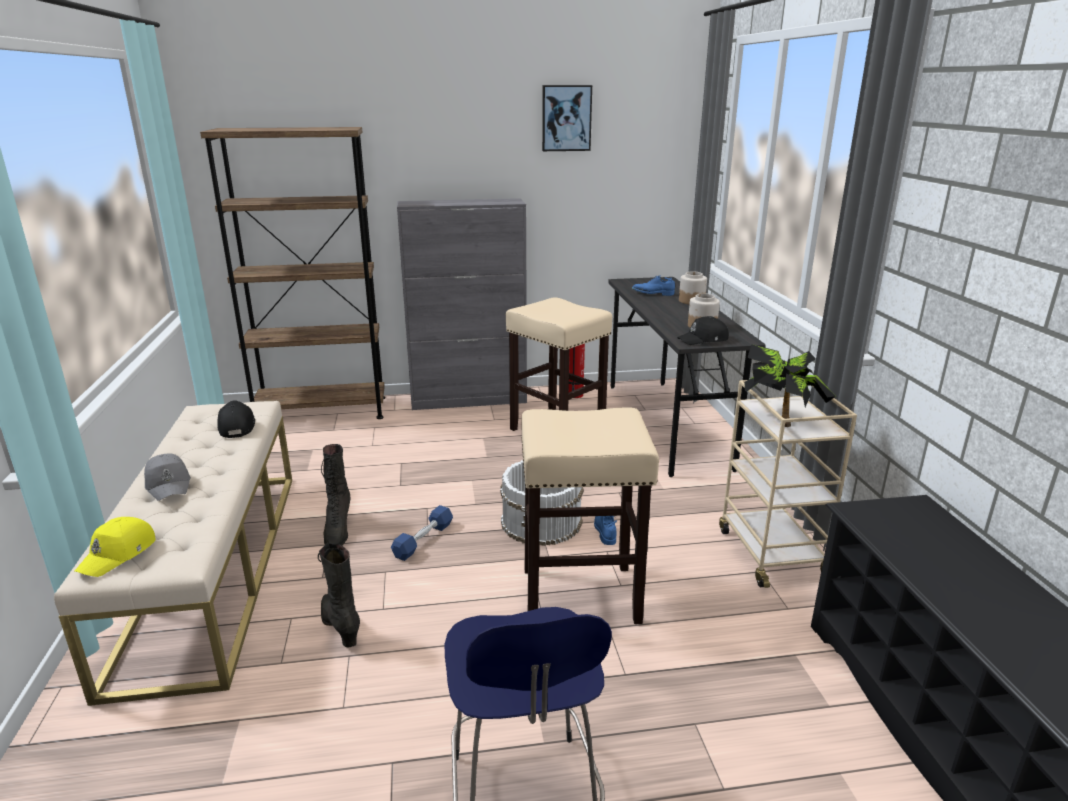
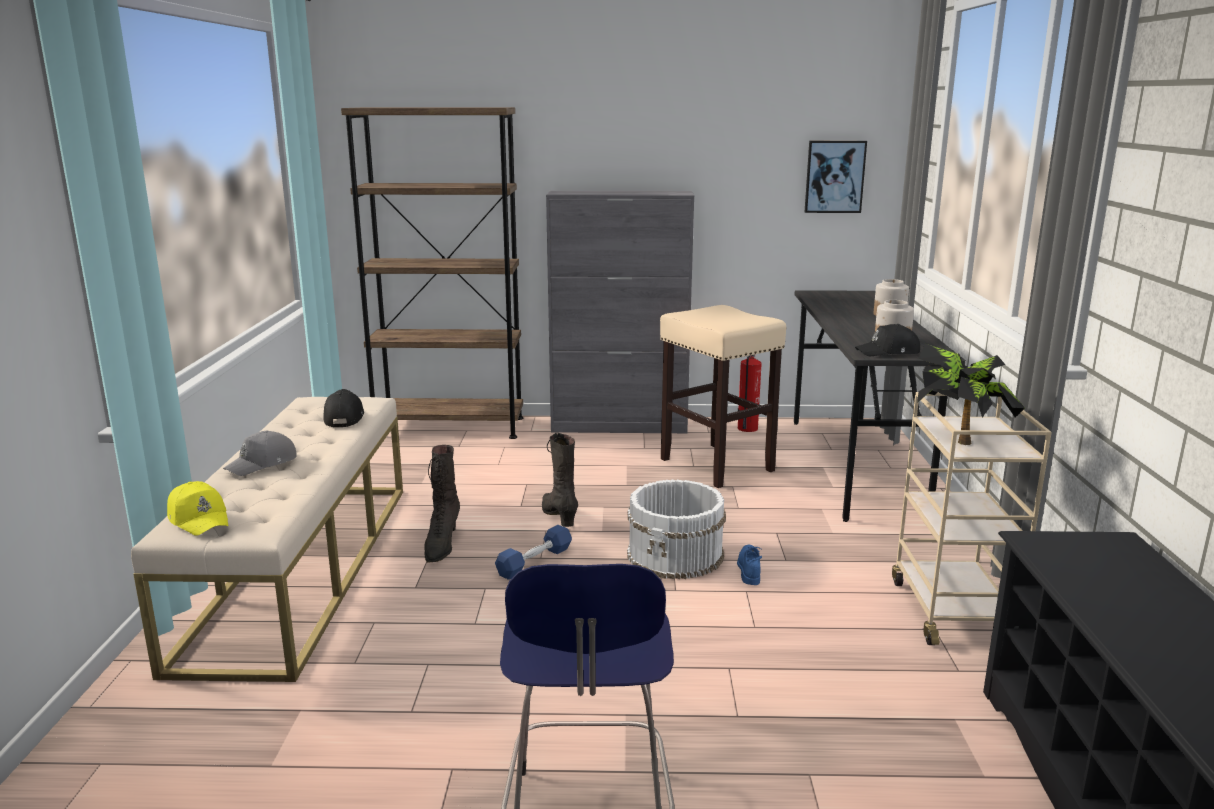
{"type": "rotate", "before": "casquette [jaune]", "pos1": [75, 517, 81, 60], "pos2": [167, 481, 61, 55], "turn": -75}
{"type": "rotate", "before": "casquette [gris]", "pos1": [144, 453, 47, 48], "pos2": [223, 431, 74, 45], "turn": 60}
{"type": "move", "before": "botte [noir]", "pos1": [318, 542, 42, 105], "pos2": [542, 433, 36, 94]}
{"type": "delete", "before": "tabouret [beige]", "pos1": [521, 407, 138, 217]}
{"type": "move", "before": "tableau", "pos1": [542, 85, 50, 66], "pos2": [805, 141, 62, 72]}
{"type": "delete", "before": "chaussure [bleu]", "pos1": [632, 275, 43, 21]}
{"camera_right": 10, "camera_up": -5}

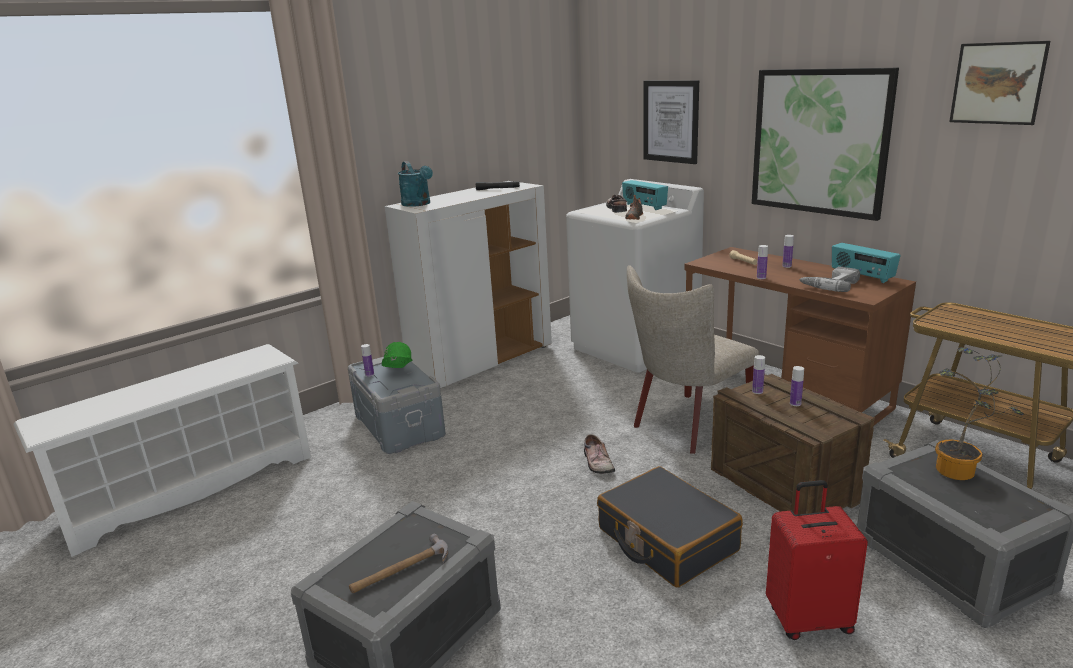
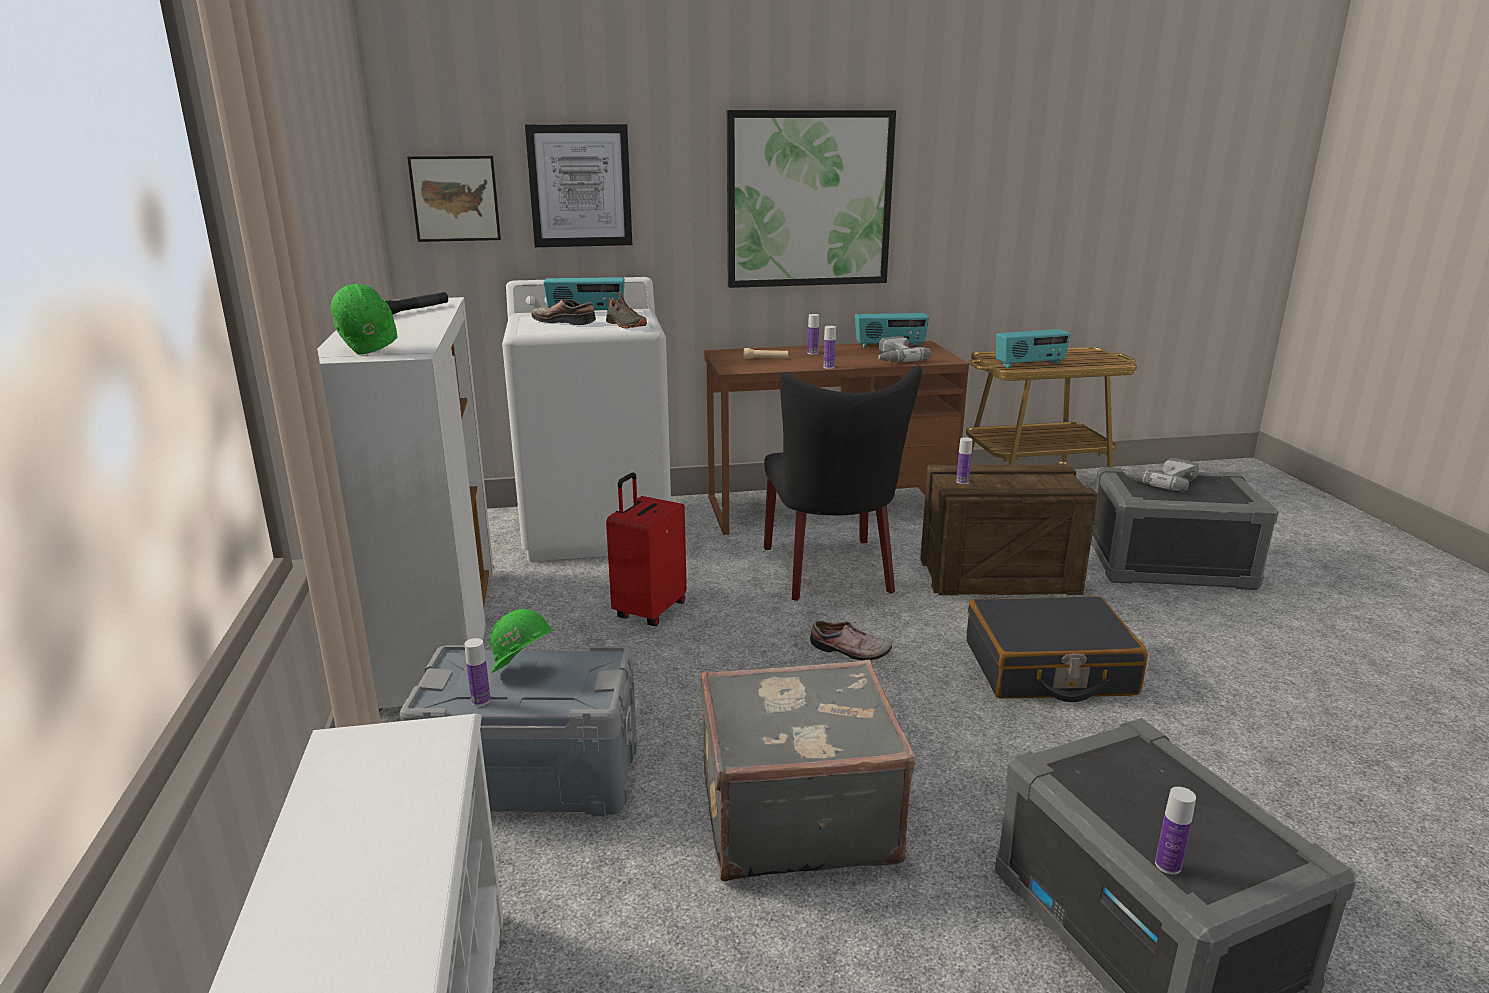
{"type": "delete", "before": "marteau", "pos1": [349, 534, 99, 59]}
{"type": "replace", "before": "arrosoir [turquoise]", "after": "casque de chantier [vert]", "pos1": [398, 161, 35, 46], "pos2": [331, 284, 66, 71]}
{"type": "recolor", "before": "chaise [beige]", "after": "chaise [noir]", "pos1": [627, 265, 132, 189], "pos2": [764, 366, 158, 235]}
{"type": "move", "before": "valise [rouge]", "pos1": [766, 480, 102, 160], "pos2": [606, 473, 81, 153]}
{"type": "move", "before": "bouteille", "pos1": [790, 366, 14, 40], "pos2": [1155, 787, 41, 87]}
{"type": "replace", "before": "plante en pot", "after": "perceuse", "pos1": [935, 347, 89, 133], "pos2": [1124, 458, 75, 33]}
{"type": "move", "before": "tableau", "pos1": [949, 41, 101, 84], "pos2": [407, 156, 94, 86]}
{"type": "insert", "after": "valise [gris]", "pos2": [700, 660, 216, 221]}
{"type": "insert", "after": "radio", "pos2": [996, 329, 75, 39]}
{"camera_right": -60, "camera_up": 0}

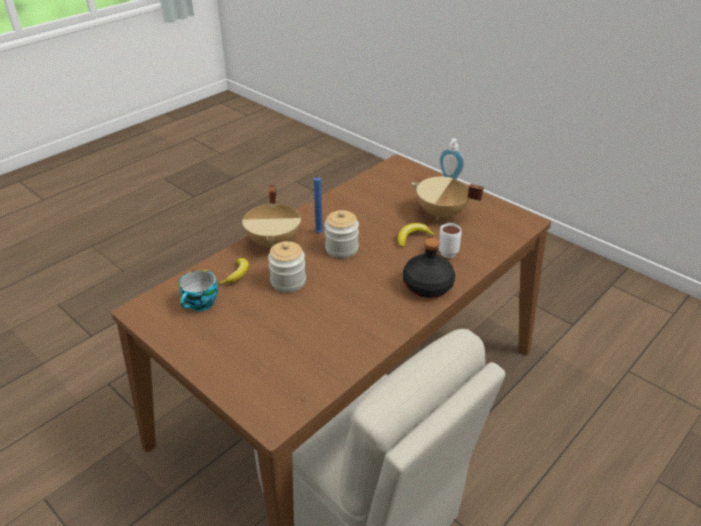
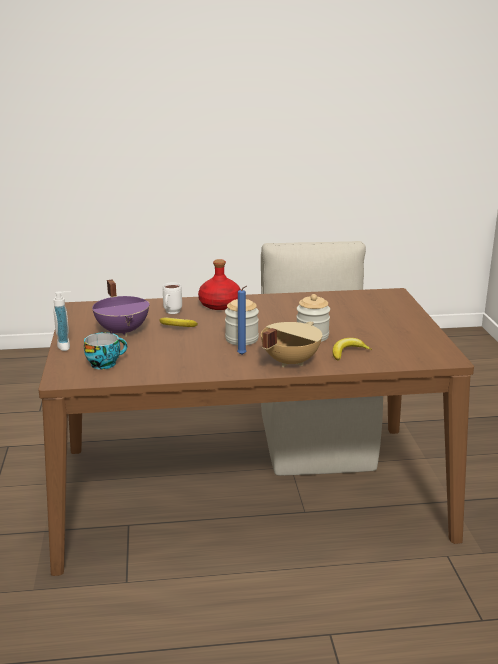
{"type": "move", "before": "tasse", "pos1": [179, 270, 39, 41], "pos2": [84, 332, 43, 38]}
{"type": "recolor", "before": "bouteille [noir]", "after": "bouteille [rouge]", "pos1": [403, 238, 52, 60], "pos2": [198, 259, 43, 51]}
{"type": "recolor", "before": "marmite [beige]", "after": "marmite [violet]", "pos1": [411, 177, 73, 43], "pos2": [92, 280, 58, 57]}
{"camera_right": -140, "camera_up": -15}

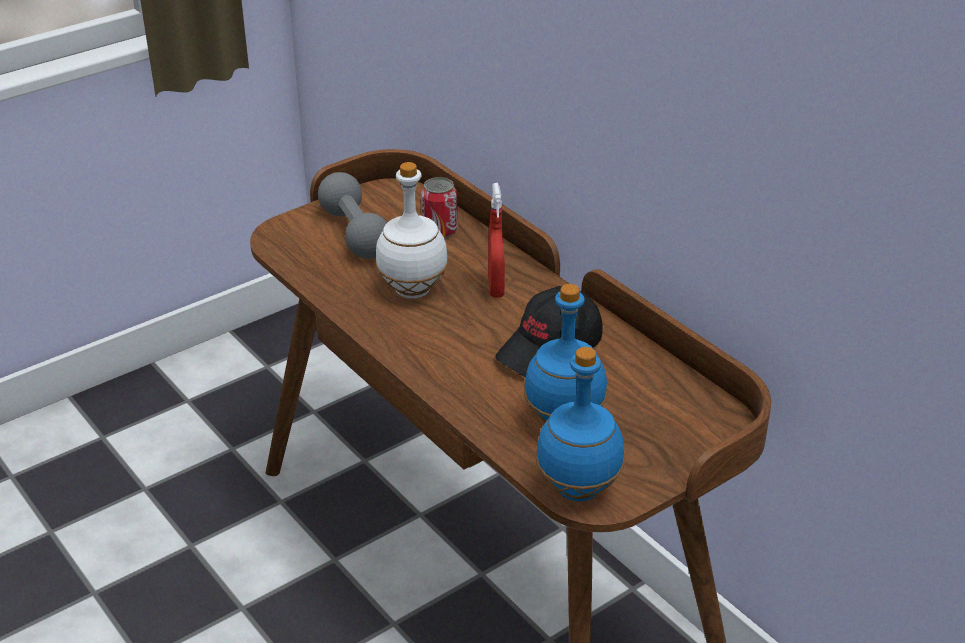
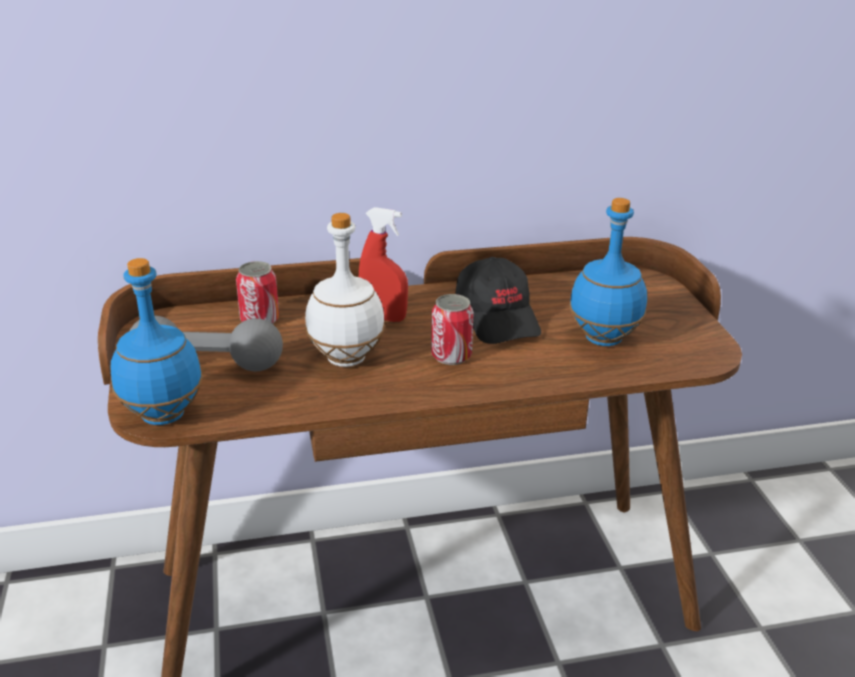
{"type": "move", "before": "bouteille [bleu]", "pos1": [536, 347, 88, 155], "pos2": [110, 258, 93, 167]}
{"type": "insert", "after": "boîte métallique", "pos2": [431, 294, 43, 71]}
{"camera_right": -65, "camera_up": -5}

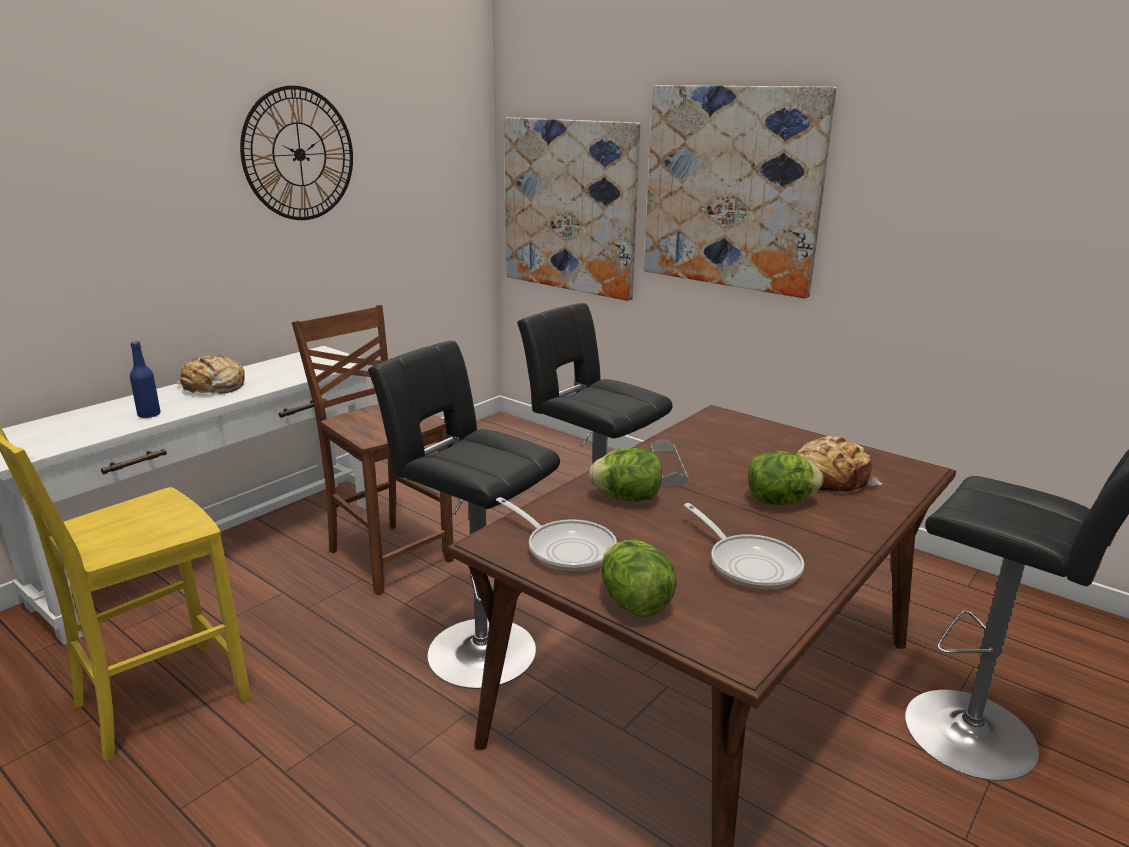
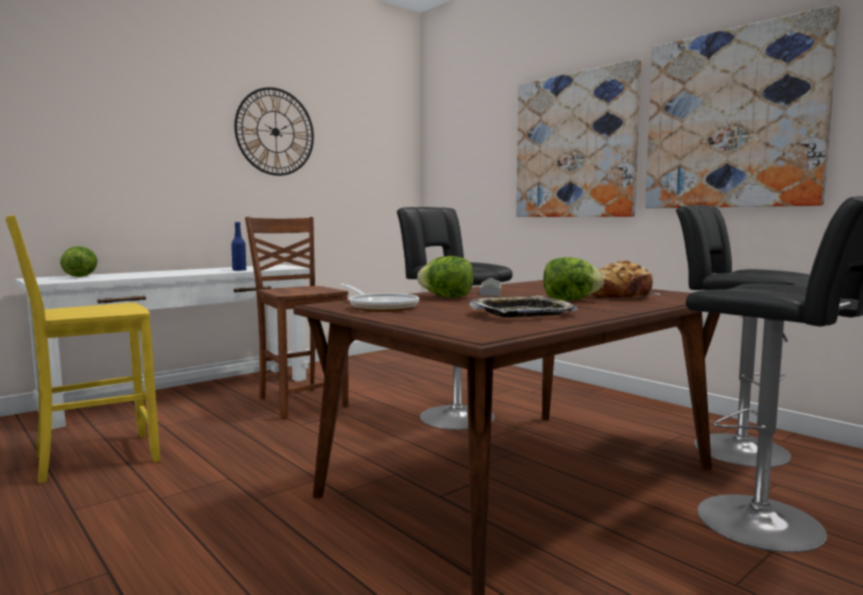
{"type": "move", "before": "bouteille [bleu]", "pos1": [130, 341, 31, 78], "pos2": [231, 222, 15, 49]}
{"type": "delete", "before": "pain", "pos1": [177, 354, 68, 40]}
{"type": "move", "before": "tabouret [noir]", "pos1": [368, 341, 192, 348], "pos2": [676, 205, 134, 262]}
{"type": "move", "before": "tableau", "pos1": [504, 117, 136, 184], "pos2": [645, 4, 195, 204]}
{"type": "move", "before": "laitue", "pos1": [601, 540, 76, 77], "pos2": [60, 246, 37, 31]}
{"type": "replace", "before": "poêle", "after": "plateau", "pos1": [684, 503, 120, 86], "pos2": [469, 296, 109, 22]}
{"camera_right": 10, "camera_up": -15}

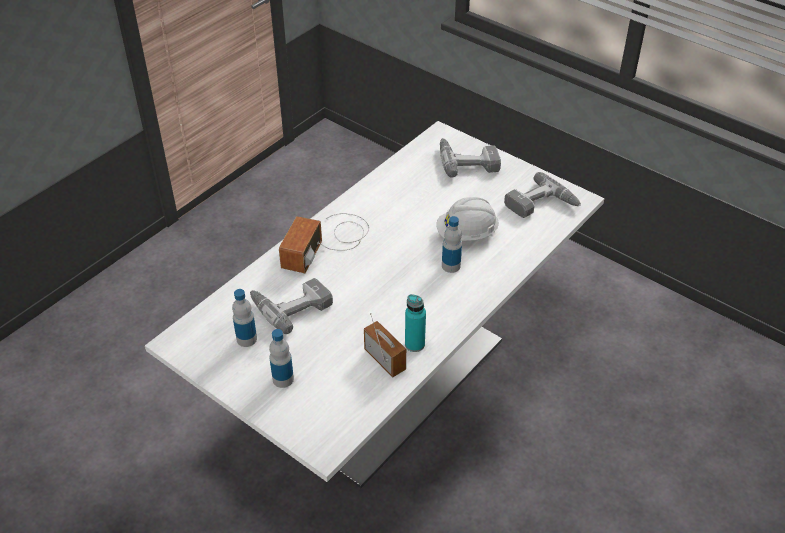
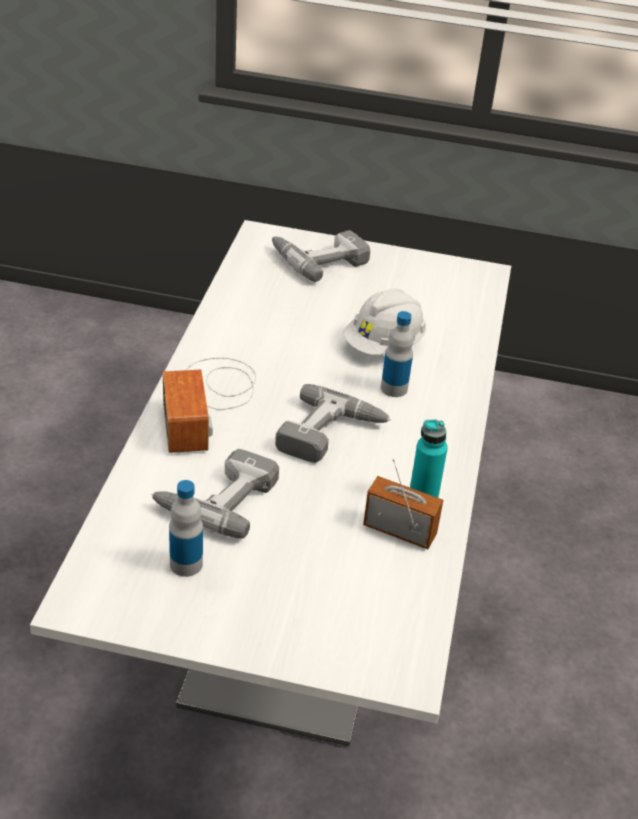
{"type": "delete", "before": "bouteille", "pos1": [269, 329, 25, 59]}
{"type": "move", "before": "perceuse", "pos1": [504, 172, 77, 46], "pos2": [275, 384, 116, 79]}
{"camera_right": -30, "camera_up": -5}

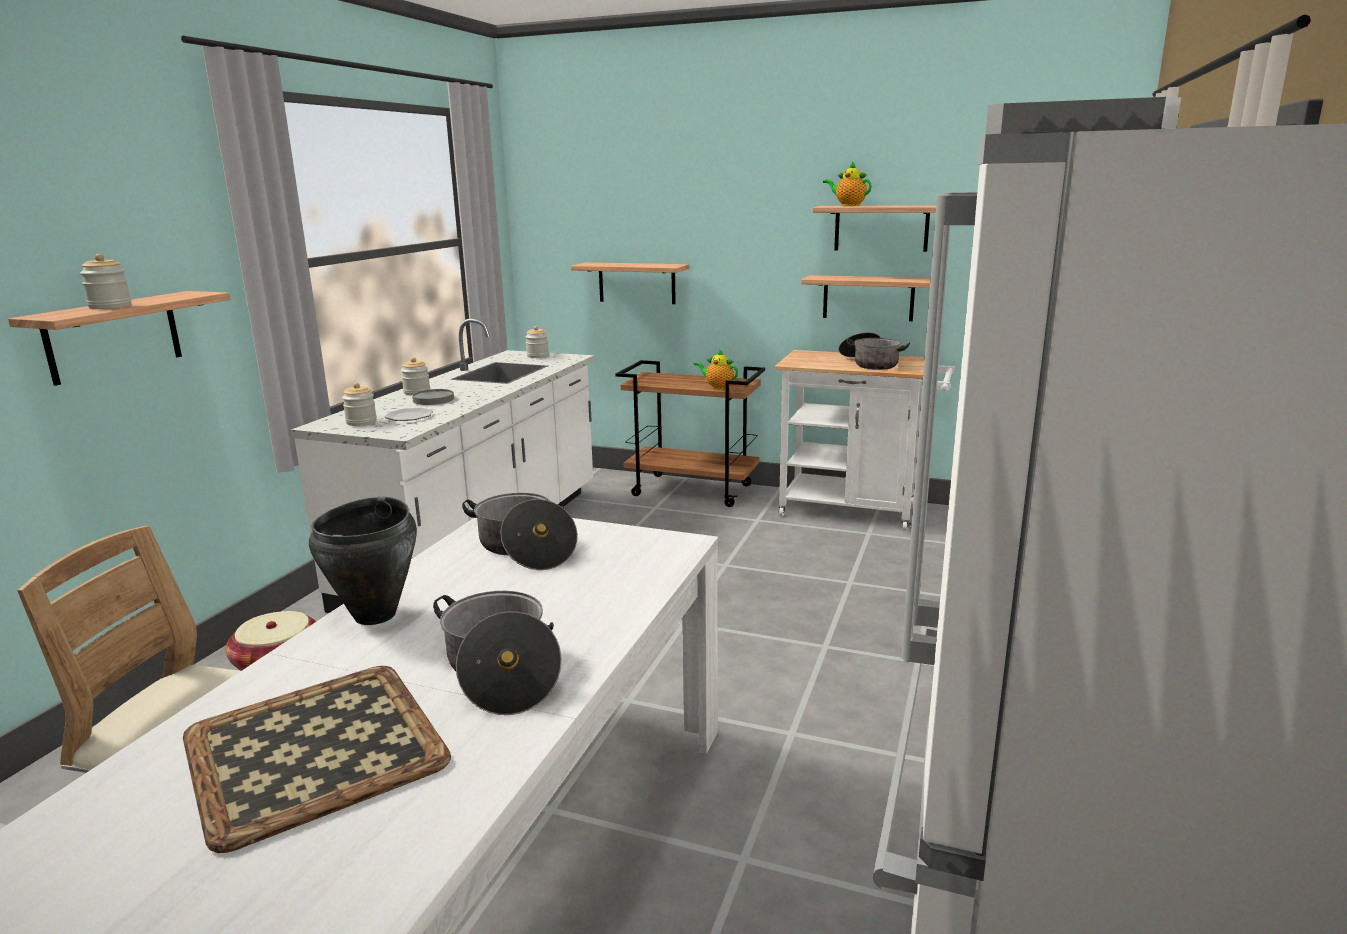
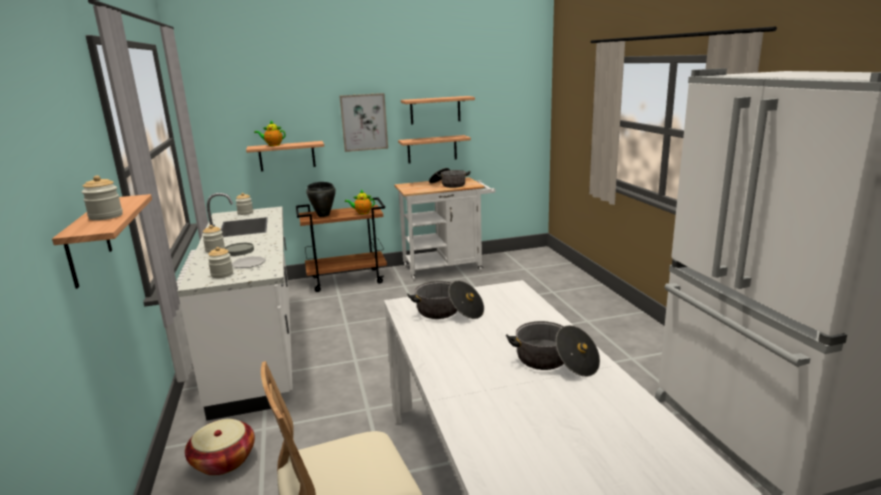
{"type": "delete", "before": "plateau", "pos1": [183, 666, 268, 187]}
{"type": "move", "before": "marmite [noir]", "pos1": [309, 497, 108, 128], "pos2": [306, 182, 30, 35]}
{"type": "move", "before": "théière", "pos1": [823, 162, 49, 44], "pos2": [254, 121, 32, 25]}
{"type": "insert", "after": "tableau", "pos2": [339, 93, 49, 59]}
{"camera_right": -35, "camera_up": 0}

